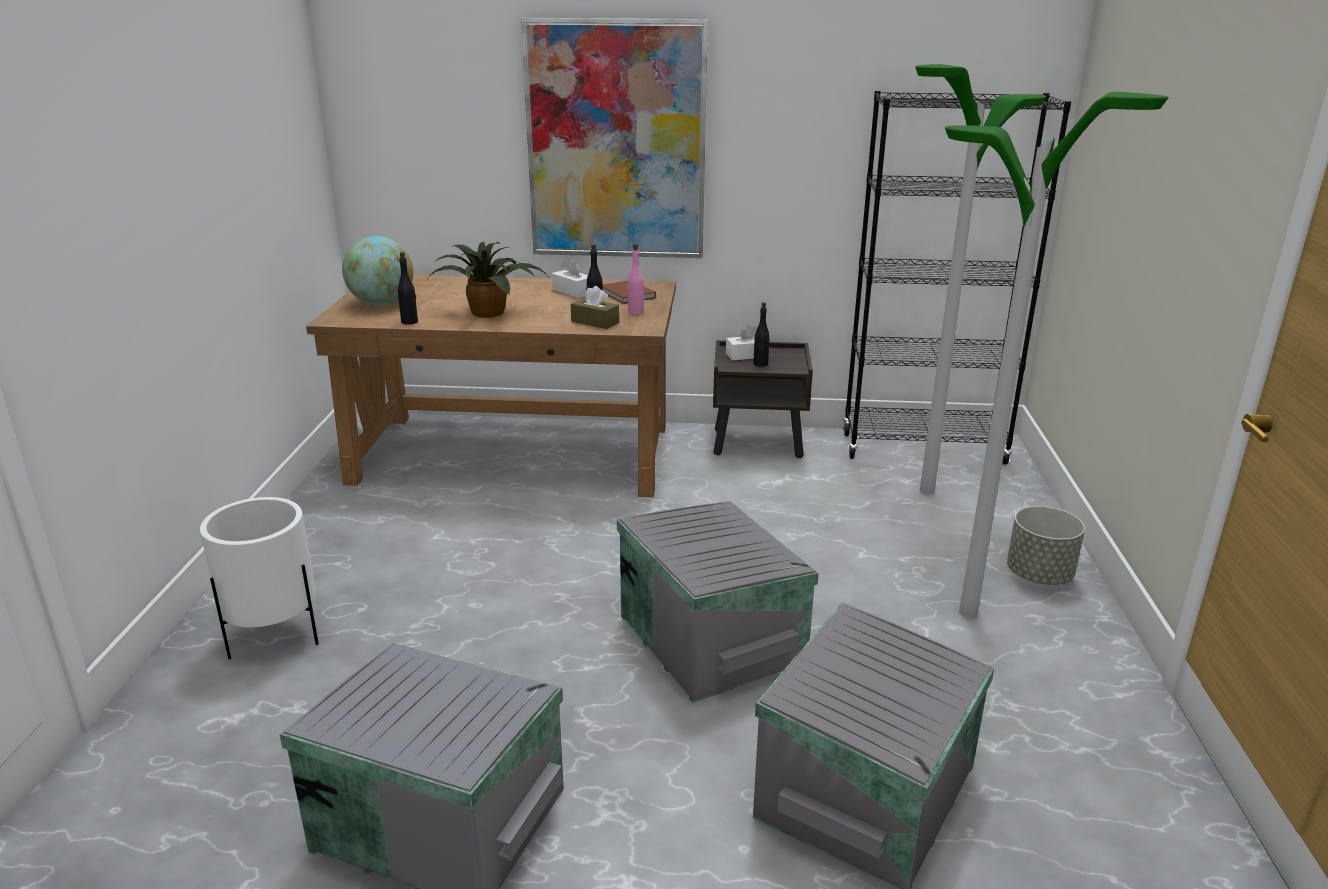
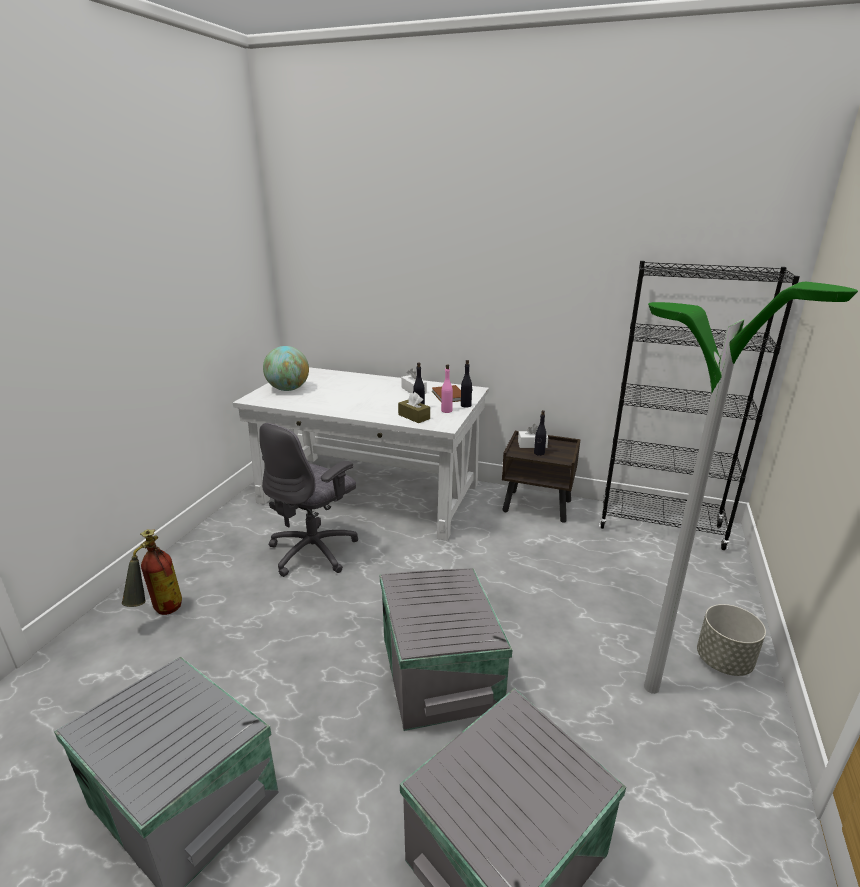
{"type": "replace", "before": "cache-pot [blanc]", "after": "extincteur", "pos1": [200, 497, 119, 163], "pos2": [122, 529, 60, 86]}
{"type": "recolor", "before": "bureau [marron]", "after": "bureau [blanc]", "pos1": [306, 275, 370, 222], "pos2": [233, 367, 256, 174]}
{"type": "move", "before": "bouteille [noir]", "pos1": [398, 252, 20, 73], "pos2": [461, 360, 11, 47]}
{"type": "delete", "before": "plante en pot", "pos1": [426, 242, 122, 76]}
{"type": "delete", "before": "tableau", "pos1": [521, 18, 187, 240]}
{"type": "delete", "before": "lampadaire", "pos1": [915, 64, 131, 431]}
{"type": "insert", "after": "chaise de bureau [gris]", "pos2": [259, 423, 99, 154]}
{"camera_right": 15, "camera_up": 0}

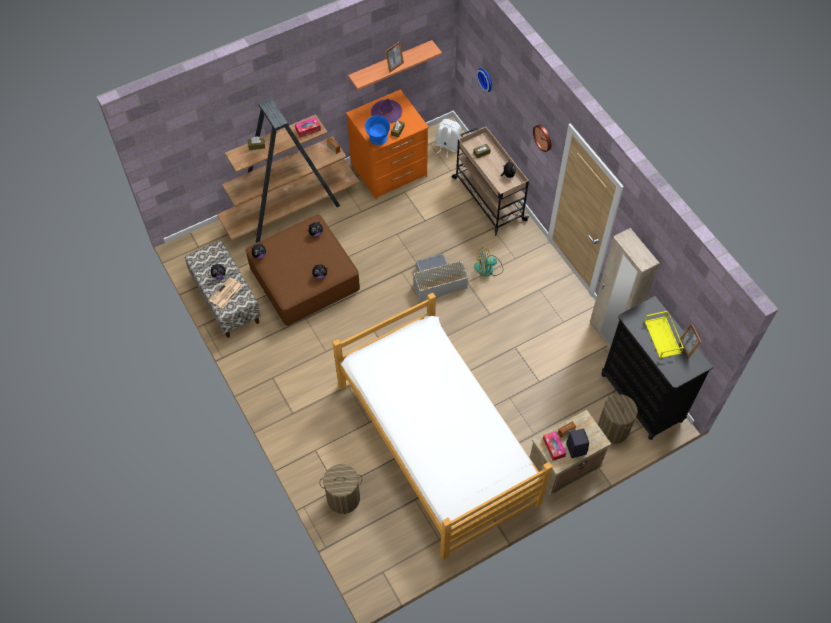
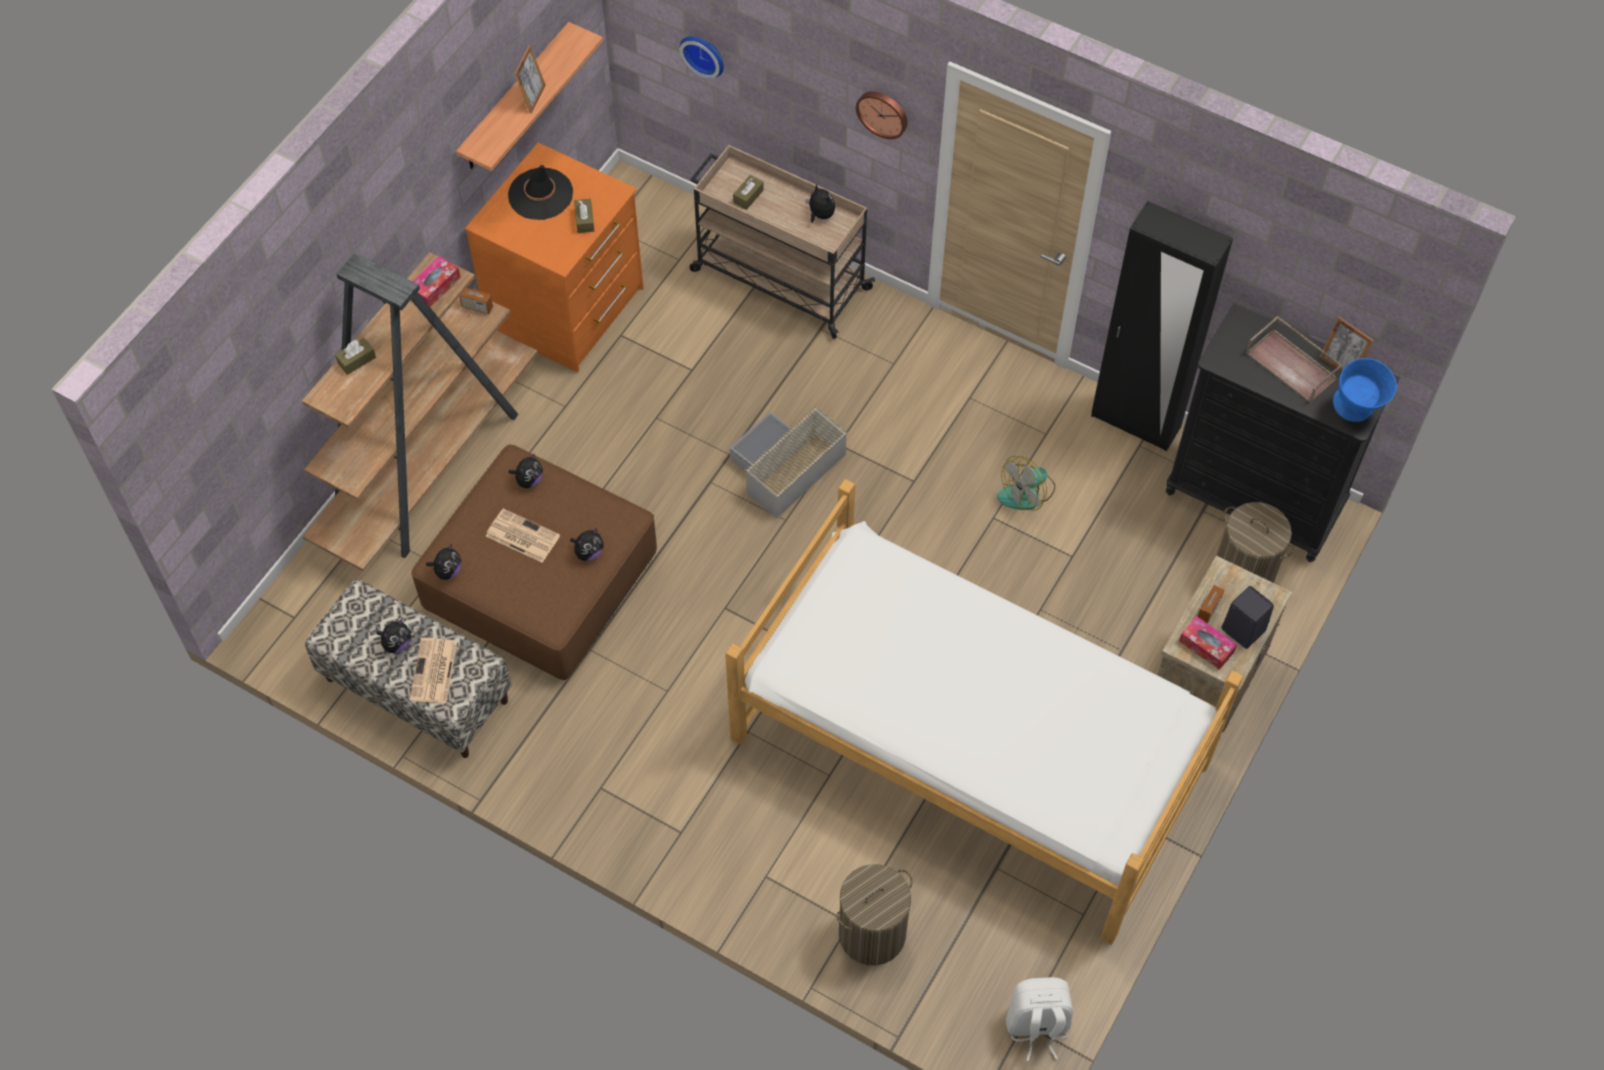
{"type": "move", "before": "bol [bleu]", "pos1": [365, 116, 25, 29], "pos2": [1333, 358, 64, 64]}
{"type": "recolor", "before": "chapeau [violet]", "after": "chapeau [noir]", "pos1": [371, 98, 31, 26], "pos2": [508, 165, 65, 55]}
{"type": "move", "before": "sac à dos [blanc]", "pos1": [435, 119, 26, 39], "pos2": [1006, 977, 67, 84]}
{"type": "move", "before": "ventilateur", "pos1": [474, 247, 29, 30], "pos2": [997, 456, 58, 54]}
{"type": "recolor", "before": "armoire [beige]", "after": "armoire [noir]", "pos1": [590, 228, 69, 121], "pos2": [1091, 201, 142, 251]}
{"type": "recolor", "before": "plateau [jaune]", "after": "plateau [marron]", "pos1": [645, 311, 39, 48], "pos2": [1245, 316, 98, 88]}
{"type": "insert", "after": "journal", "pos2": [486, 508, 74, 55]}
{"camera_right": -30, "camera_up": 0}

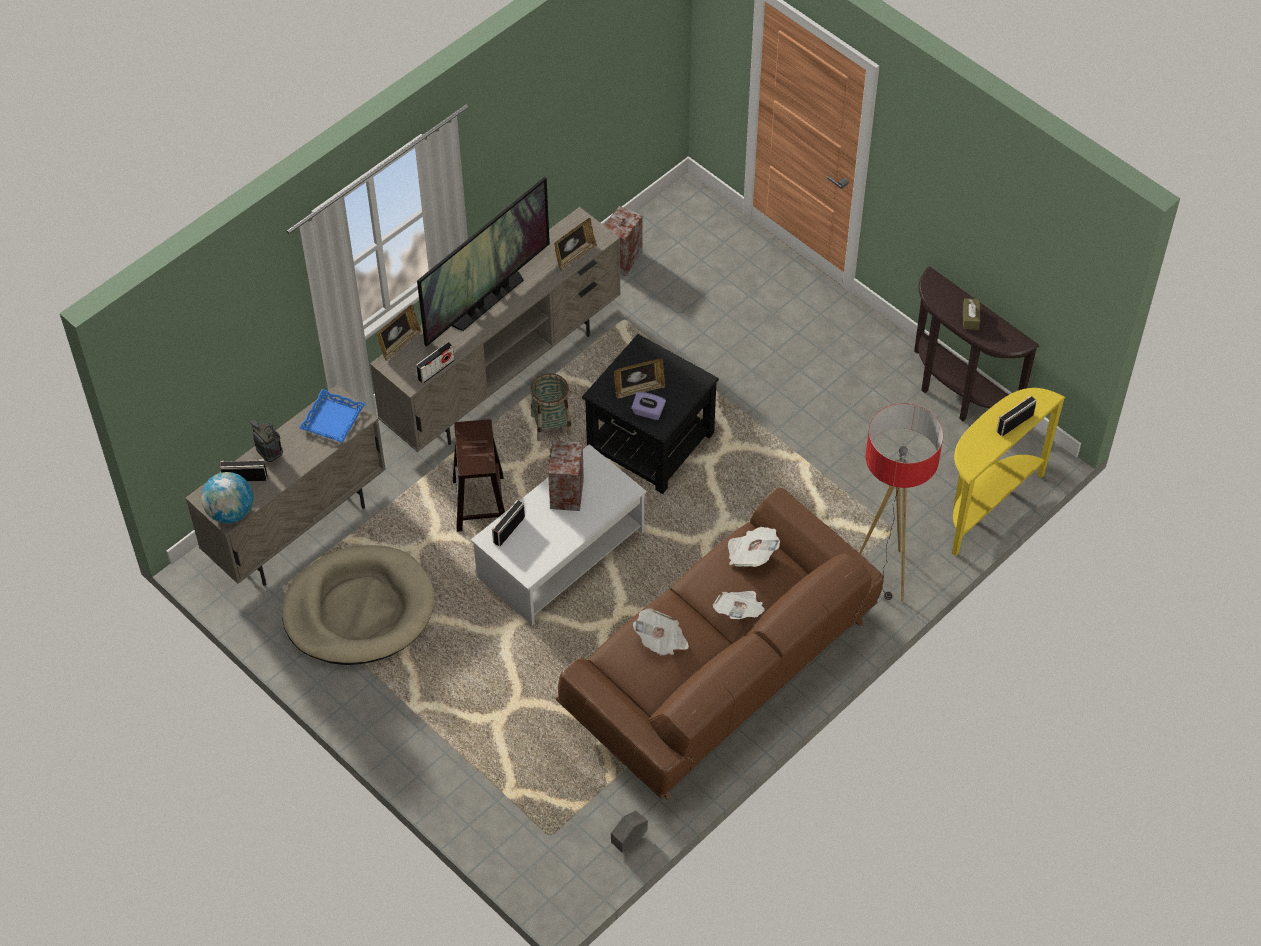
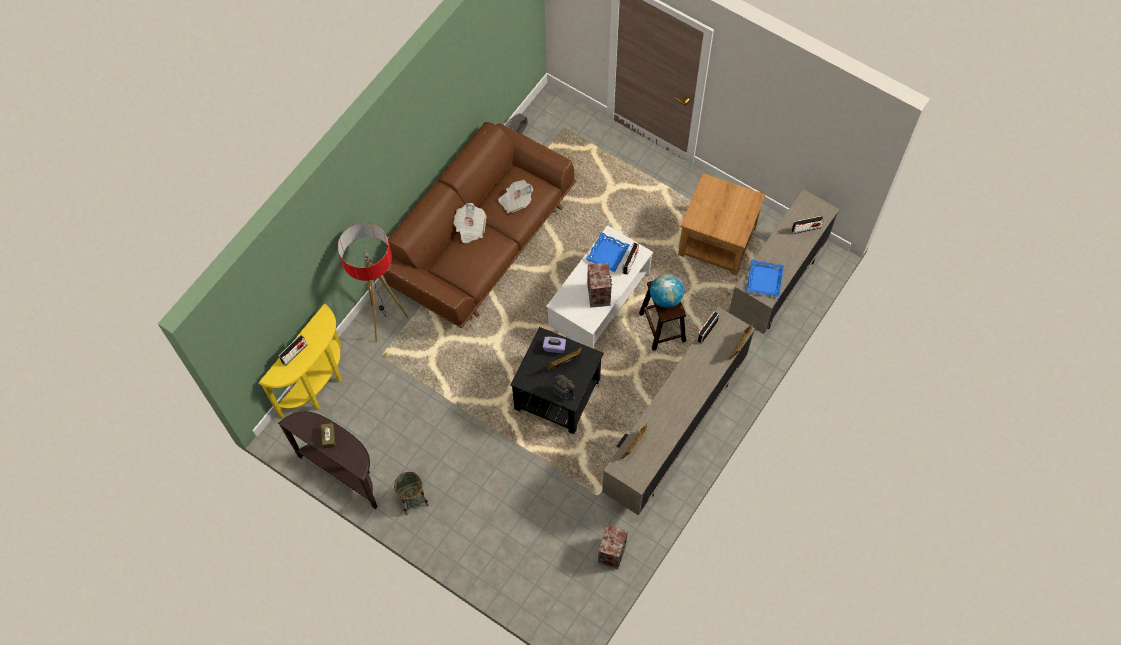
{"type": "move", "before": "globe", "pos1": [201, 472, 52, 51], "pos2": [650, 274, 34, 34]}
{"type": "move", "before": "radio", "pos1": [250, 420, 33, 42], "pos2": [552, 372, 23, 28]}
{"type": "replace", "before": "panier pour chien [beige]", "after": "table d'appoint [marron]", "pos1": [282, 545, 152, 120], "pos2": [678, 173, 88, 103]}
{"type": "delete", "before": "téléviseur", "pos1": [417, 177, 133, 170]}
{"type": "move", "before": "panier", "pos1": [530, 373, 42, 68], "pos2": [394, 472, 35, 43]}
{"type": "delete", "before": "journal", "pos1": [728, 526, 52, 41]}
{"type": "insert", "after": "plateau [bleu]", "pos2": [586, 232, 44, 41]}
{"camera_right": 170, "camera_up": 10}

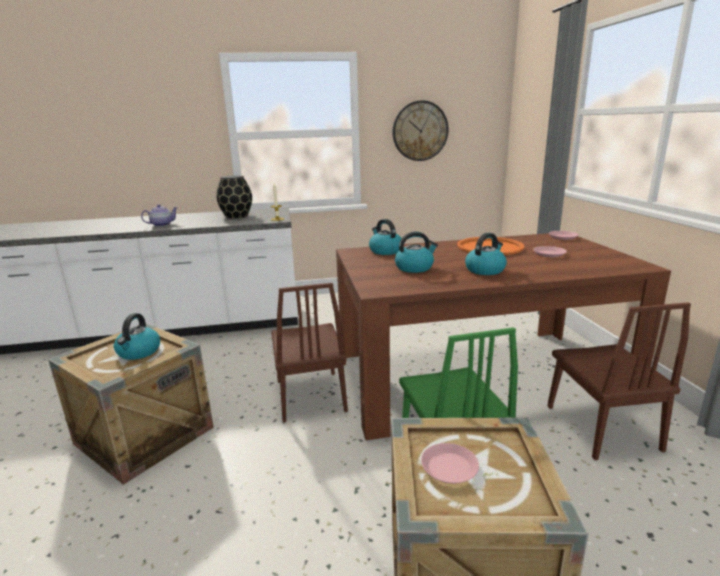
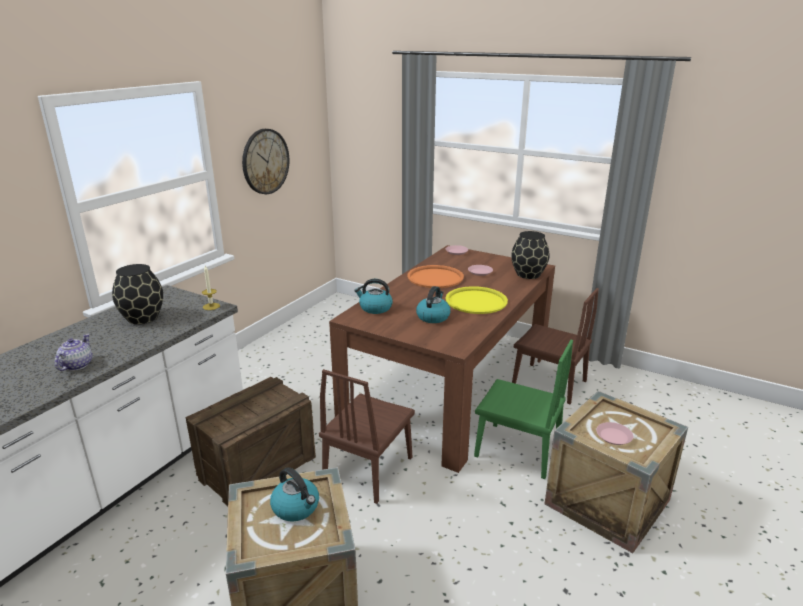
{"type": "rotate", "before": "chaise [marron]", "pos1": [271, 283, 77, 139], "pos2": [319, 369, 96, 135], "turn": 90}
{"type": "replace", "before": "bouilloire", "after": "plateau [jaune]", "pos1": [465, 233, 42, 42], "pos2": [445, 286, 63, 28]}
{"type": "insert", "after": "caisse", "pos2": [185, 377, 131, 129]}
{"type": "insert", "after": "vase [noir]", "pos2": [511, 231, 39, 48]}
{"camera_right": -50, "camera_up": 5}

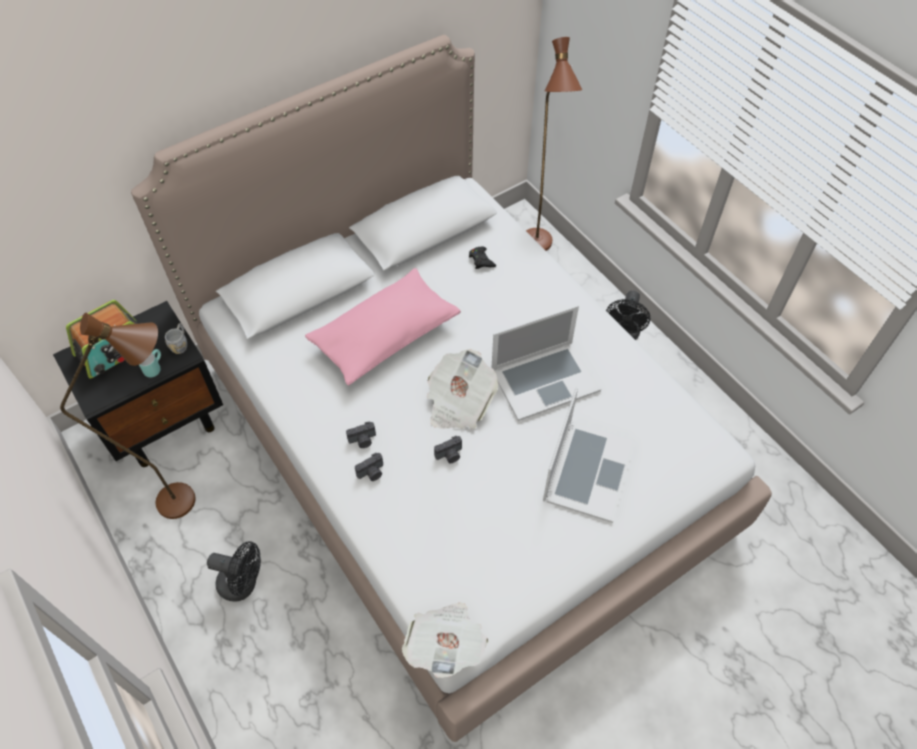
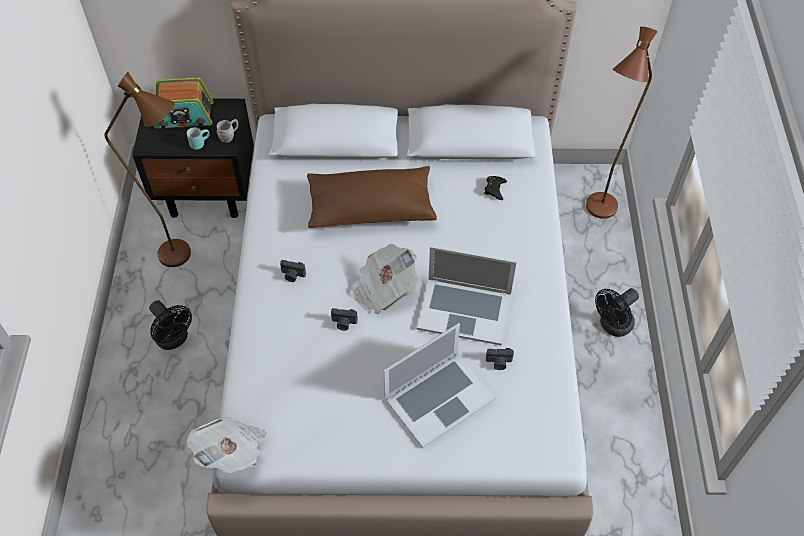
{"type": "recolor", "before": "coussin [rose]", "after": "coussin [marron]", "pos1": [305, 268, 156, 118], "pos2": [307, 166, 130, 62]}
{"type": "move", "before": "appareil photo", "pos1": [355, 453, 28, 28], "pos2": [486, 348, 28, 22]}
{"camera_right": 35, "camera_up": 0}

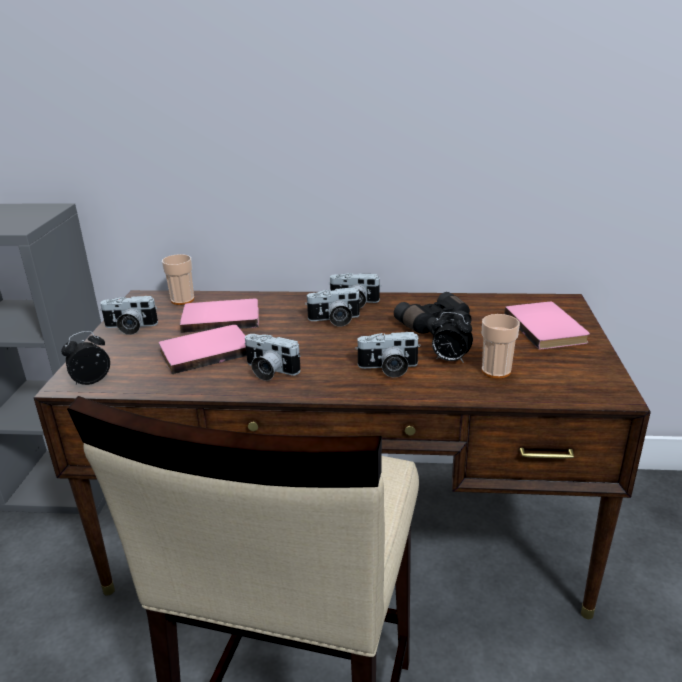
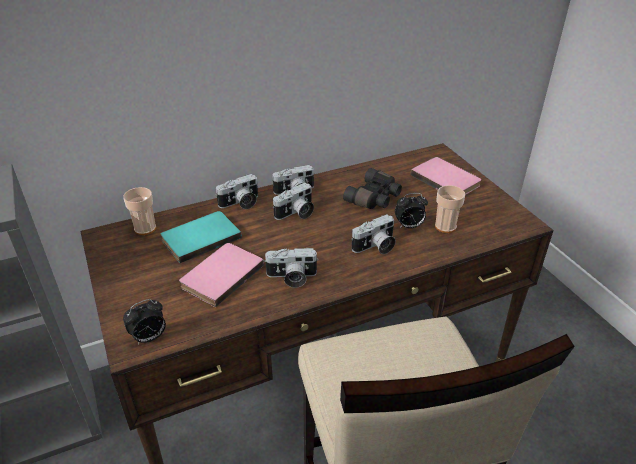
{"type": "rotate", "before": "réveil", "pos1": [61, 331, 49, 54], "pos2": [123, 299, 43, 45], "turn": -150}
{"type": "move", "before": "appareil photo", "pos1": [100, 296, 58, 39], "pos2": [215, 174, 43, 35]}
{"type": "recolor", "before": "livre [rose]", "after": "livre [turquoise]", "pos1": [180, 299, 78, 34], "pos2": [161, 211, 81, 52]}
{"camera_right": -30, "camera_up": 10}

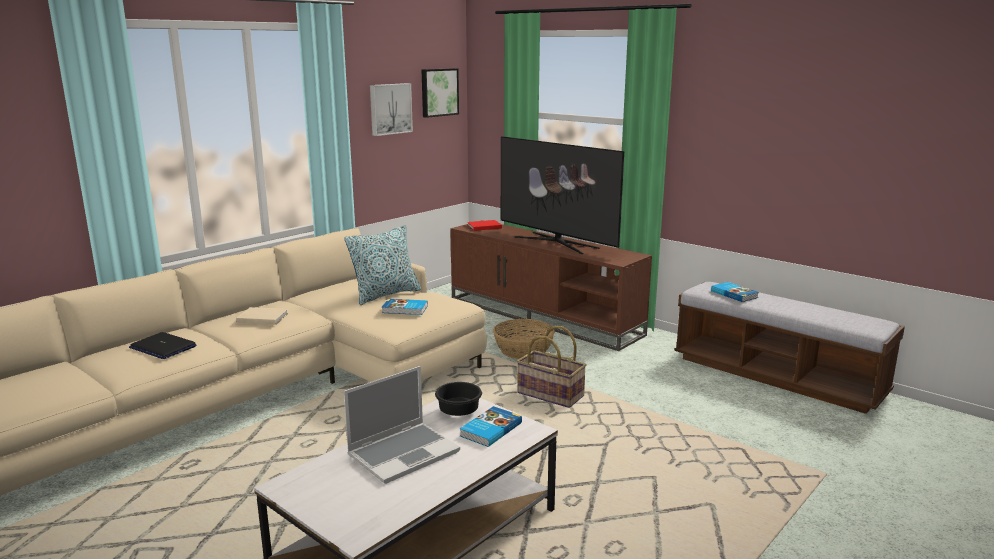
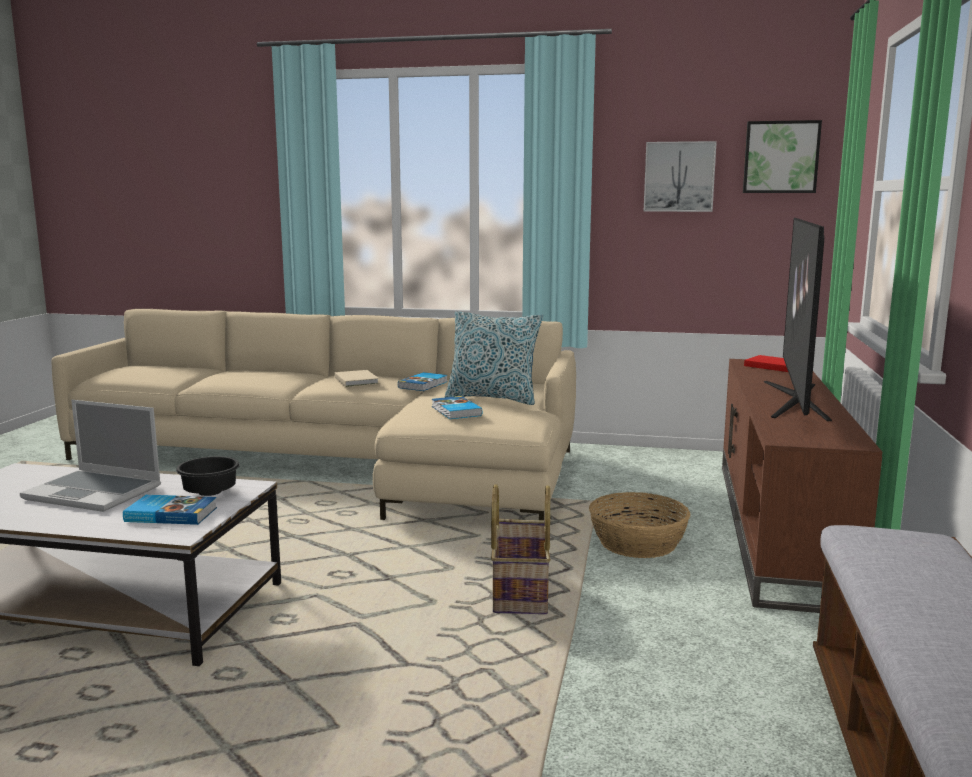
{"type": "delete", "before": "ordinateur portable", "pos1": [129, 332, 67, 27]}
{"type": "move", "before": "livre", "pos1": [711, 282, 48, 20], "pos2": [398, 372, 50, 19]}
{"camera_right": 60, "camera_up": -5}

